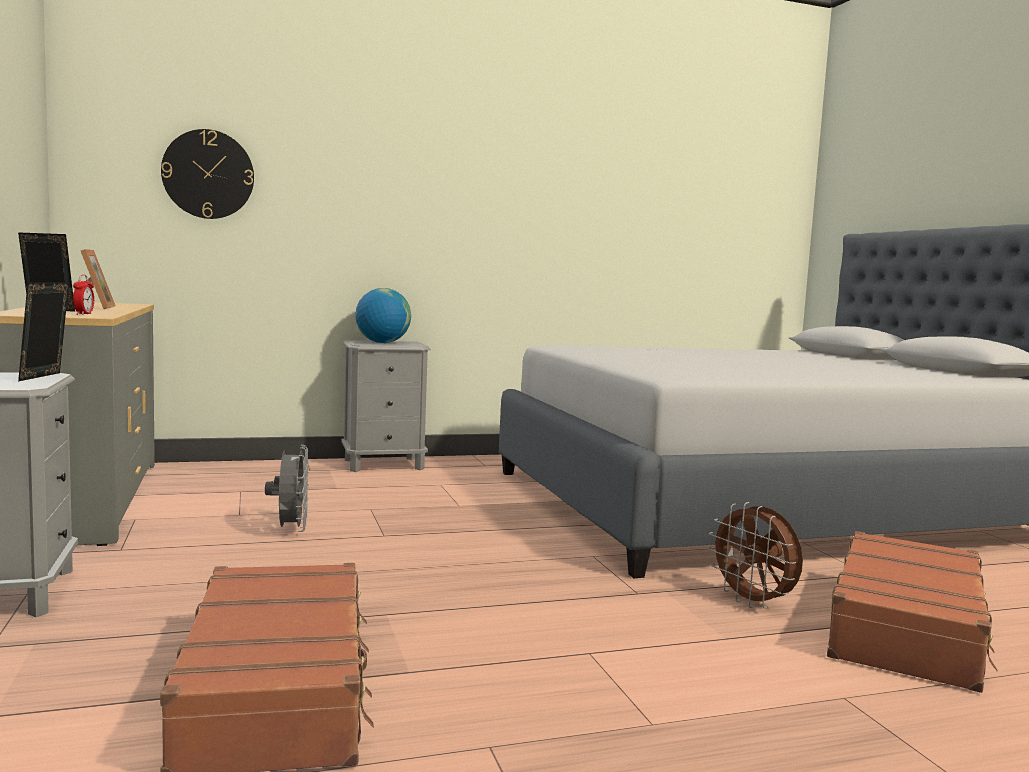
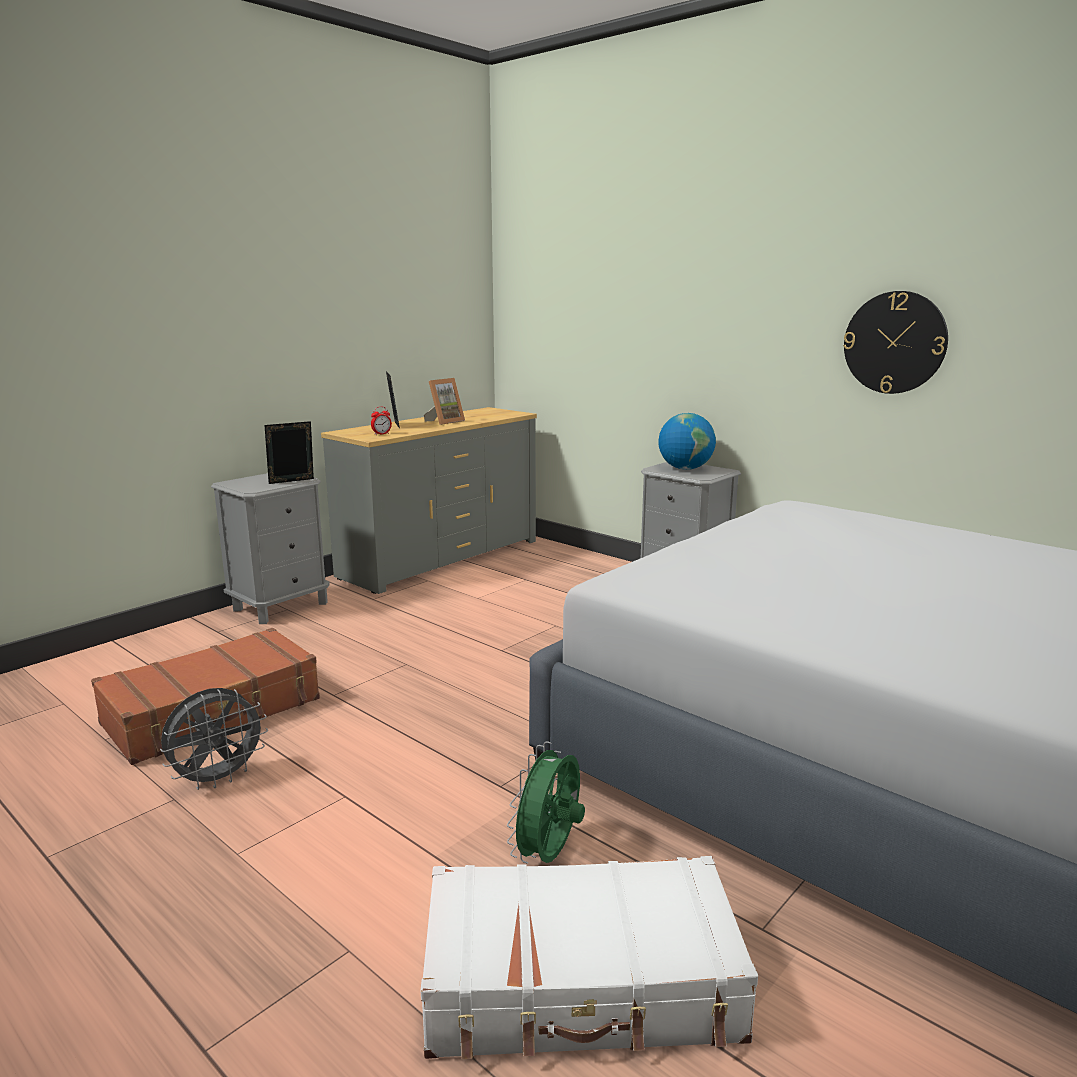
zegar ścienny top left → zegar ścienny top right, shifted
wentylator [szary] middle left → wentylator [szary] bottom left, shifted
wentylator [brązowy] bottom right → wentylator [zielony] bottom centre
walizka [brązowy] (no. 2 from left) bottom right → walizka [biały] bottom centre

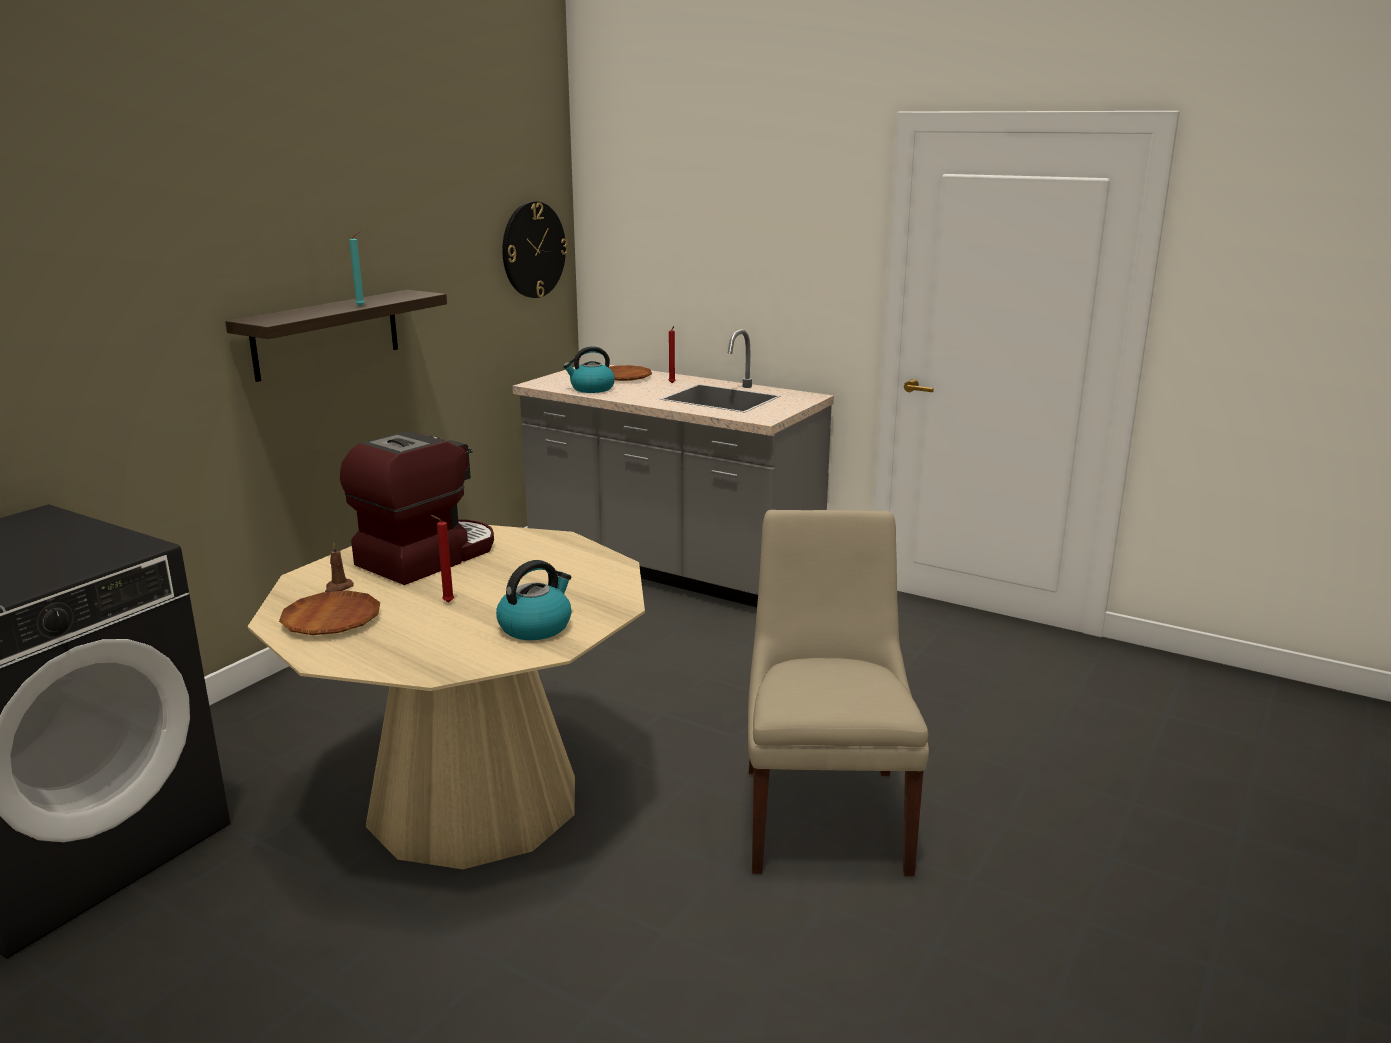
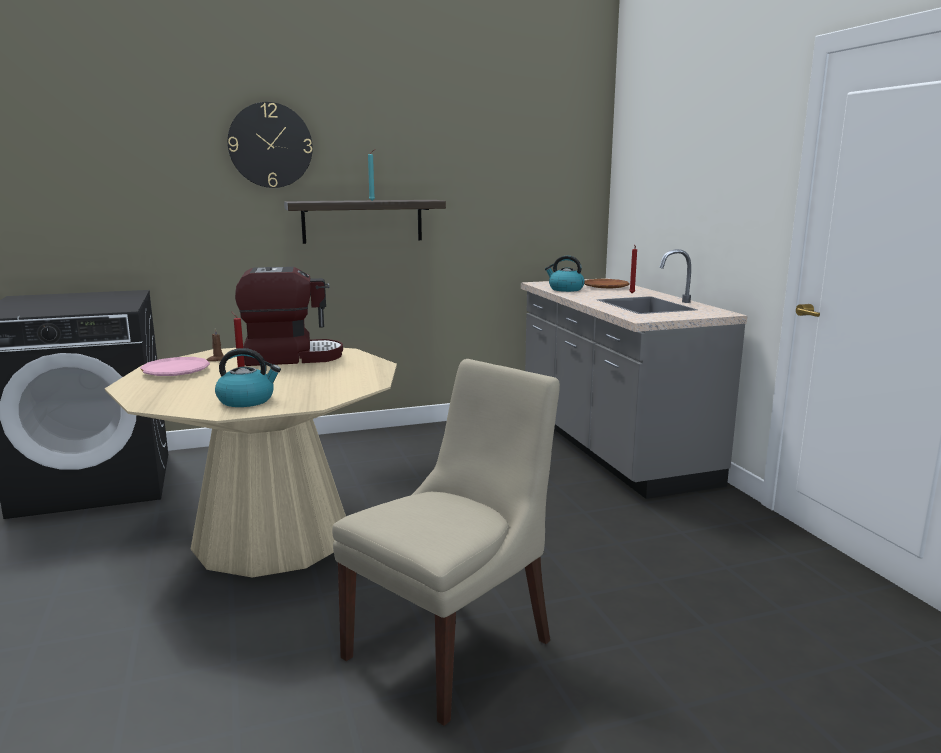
zegar ścienny top centre → zegar ścienny top left, shifted
talerz [brązowy] (no. 1 from left) middle left → talerz [różowy] middle left

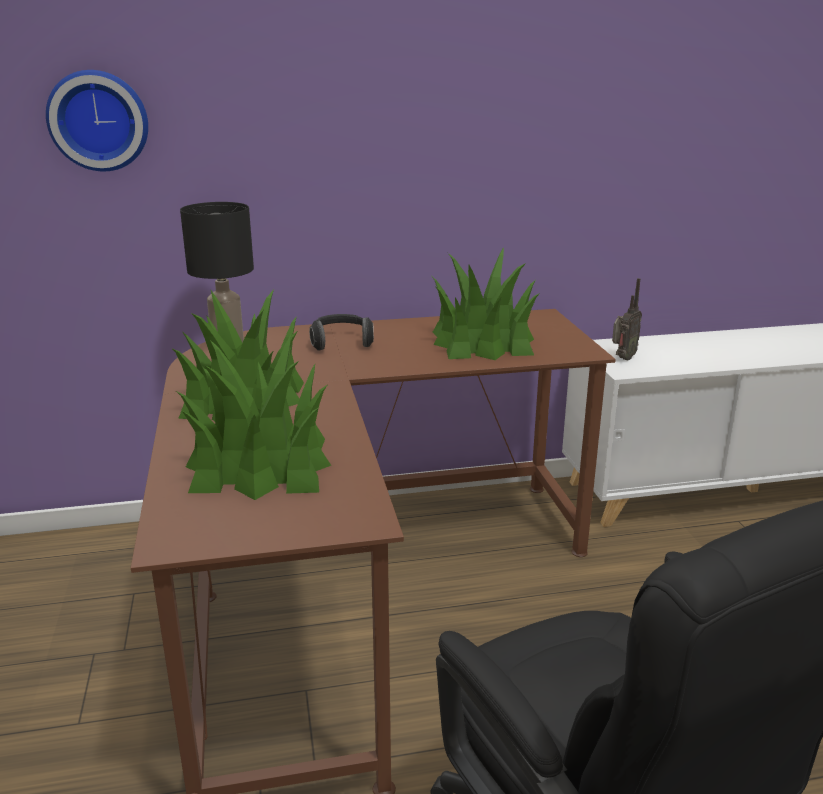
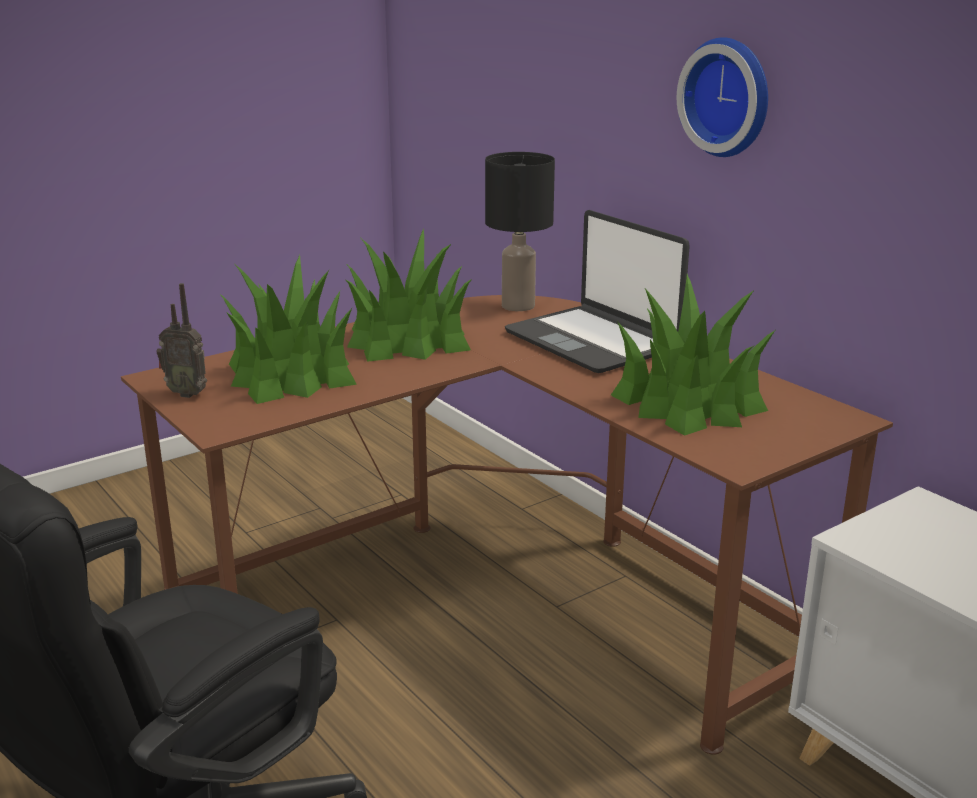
zegar ścienny top left → zegar ścienny top right, shifted
radio middle right → radio middle left, shifted
słuchawki centre → laptop centre

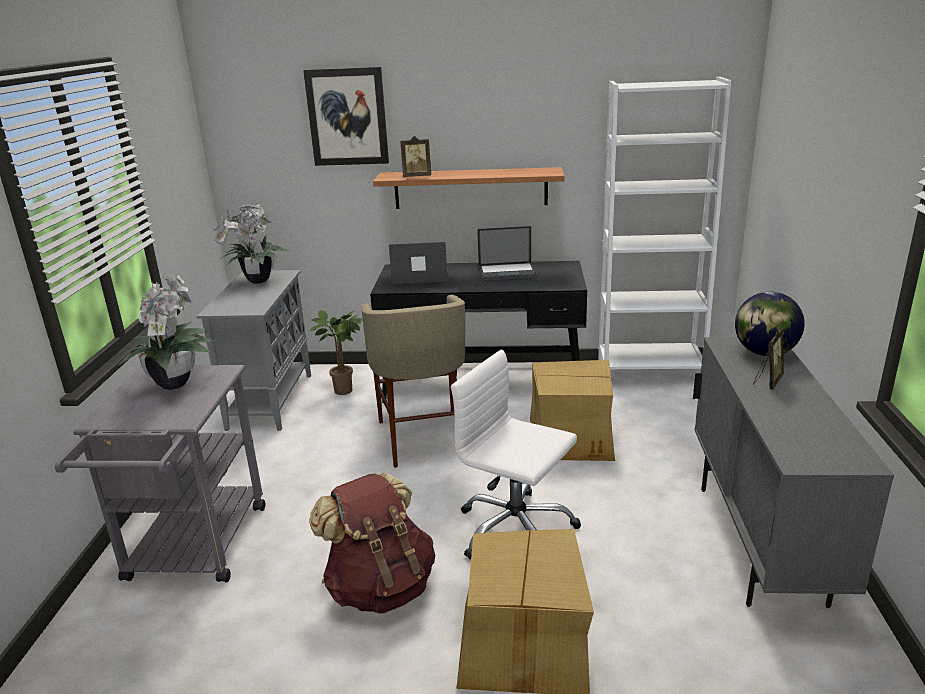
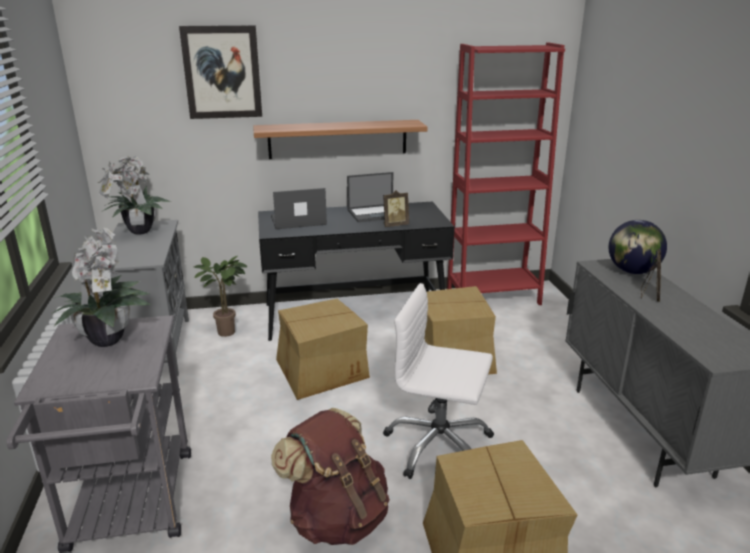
regał [biały] top right → regał [czerwony] top right
ramka na zdjęcie (no. 1 from left) top centre → ramka na zdjęcie (no. 1 from left) centre, shifted
stołek [beżowy] centre → karton (no. 1 from left) centre

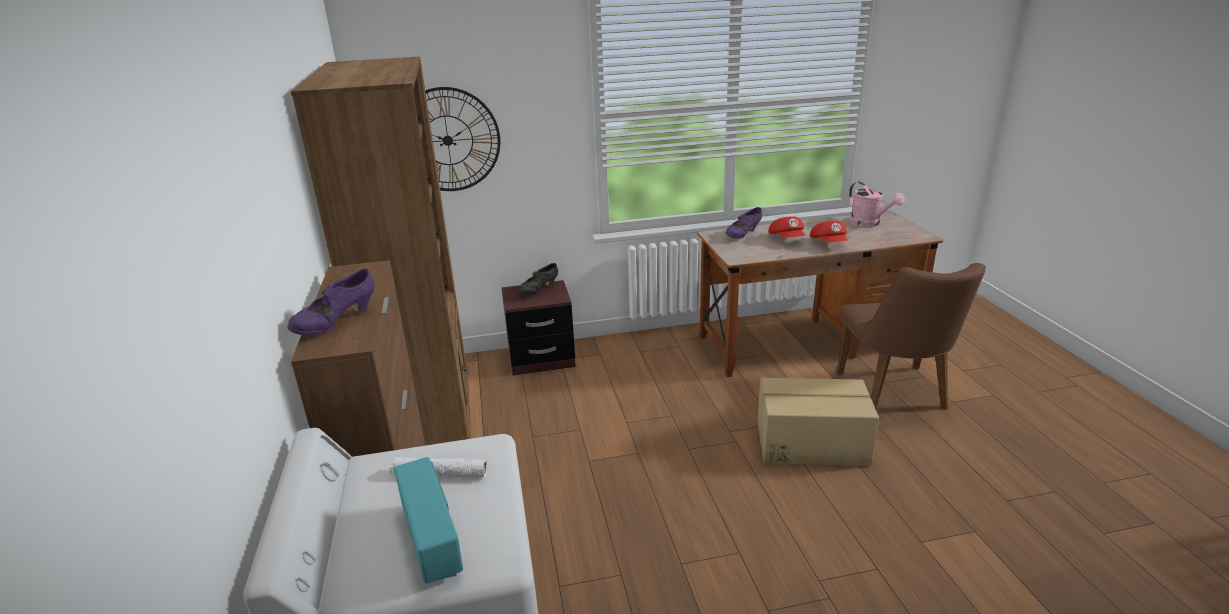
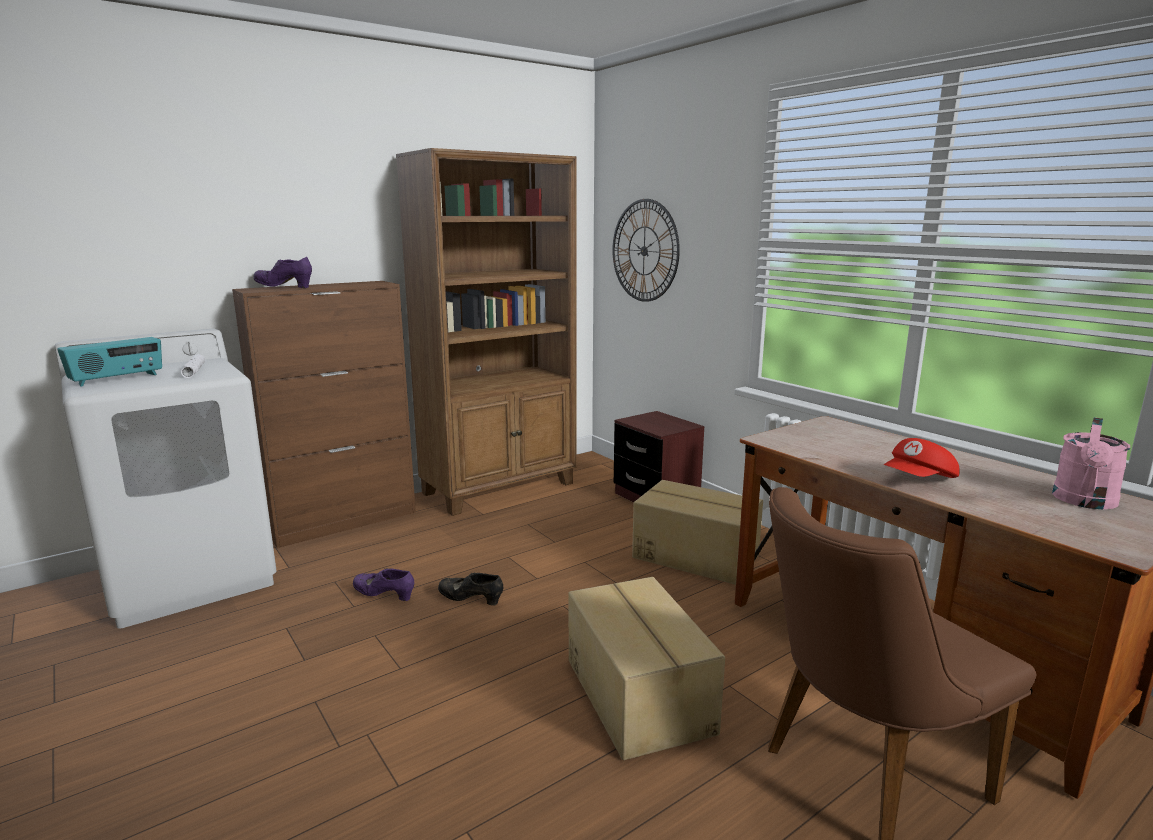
but [fioletowy] (no. 2 from left) centre → but [fioletowy] (no. 2 from left) bottom left, shifted
czapka z daszkiem [czerwony] (no. 1 from left) centre → -
but [czarny] centre → but [czarny] bottom centre, shifted
- → karton (no. 2 from left) centre

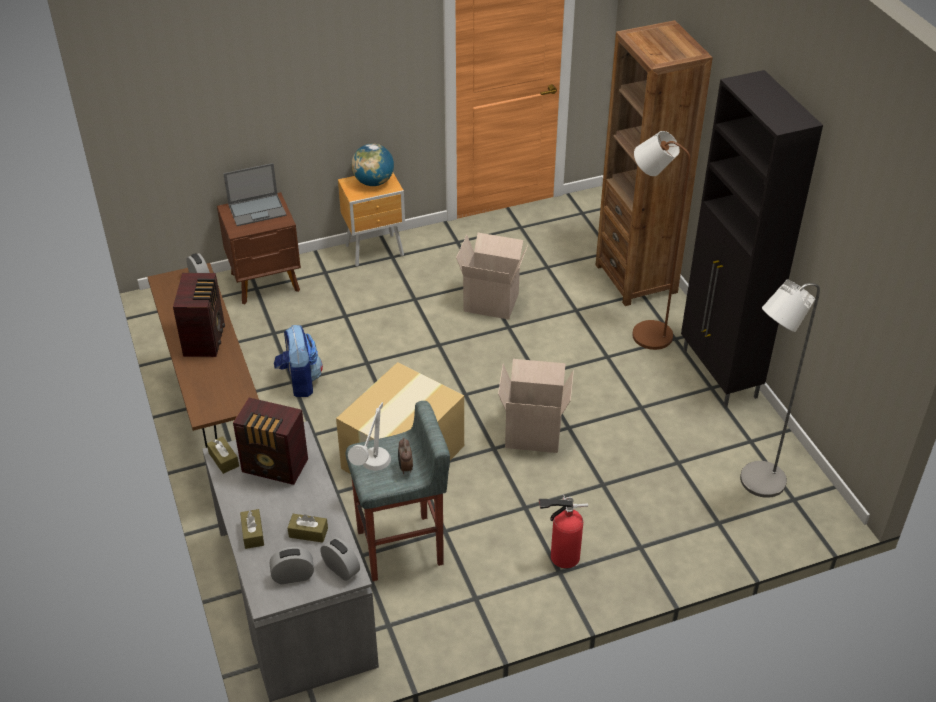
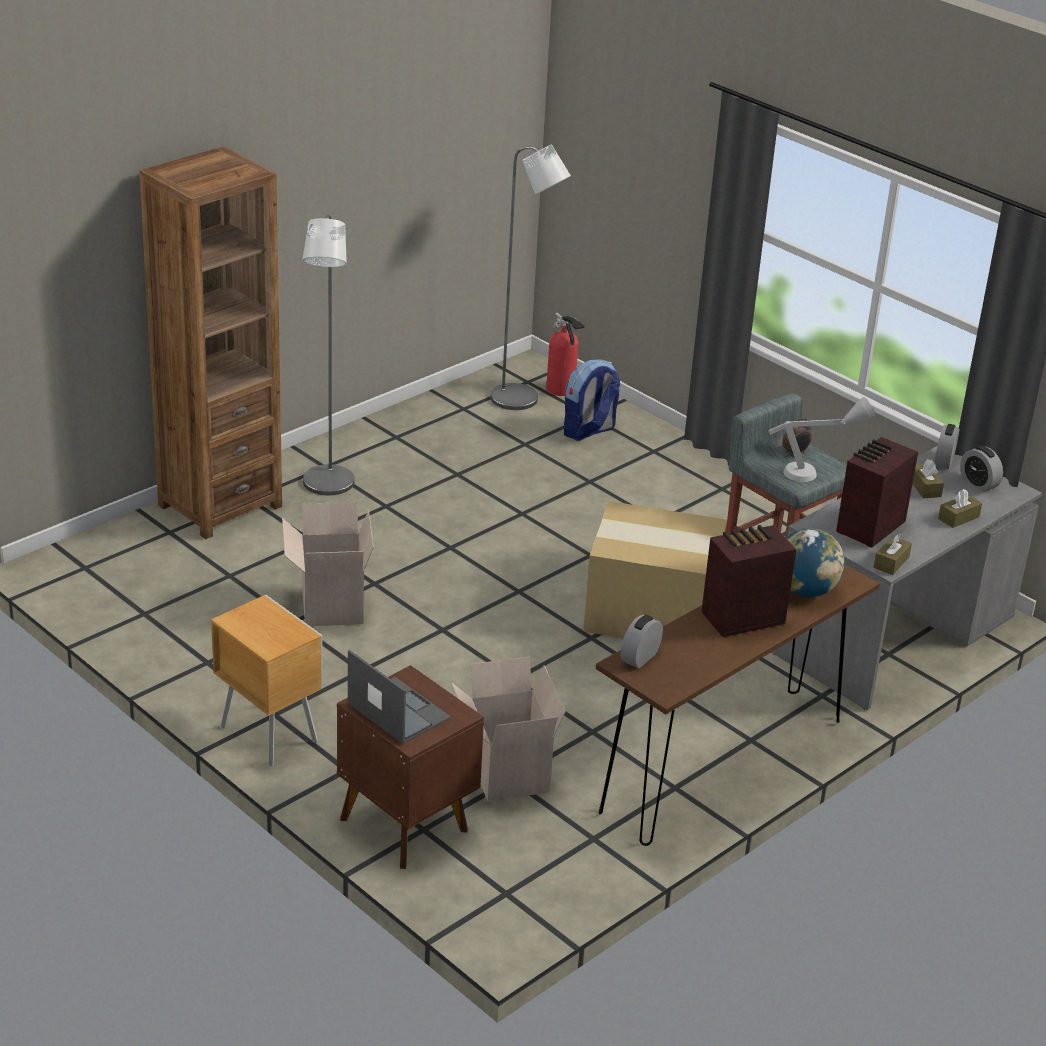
szafka [czarny] middle right → -
lampa stojąca [brązowy] middle right → lampa stojąca [szary] (no. 1 from left) middle left
globus top centre → globus middle right, shifted
plecak middle left → plecak centre, shifted
karton (no. 3 from left in the first image) centre → karton (no. 2 from left) bottom centre, shifted
radio (no. 2 from left) middle left → radio (no. 2 from left) middle right, 135 degrees counterclockwise
gaśnica bottom centre → gaśnica centre, shifted

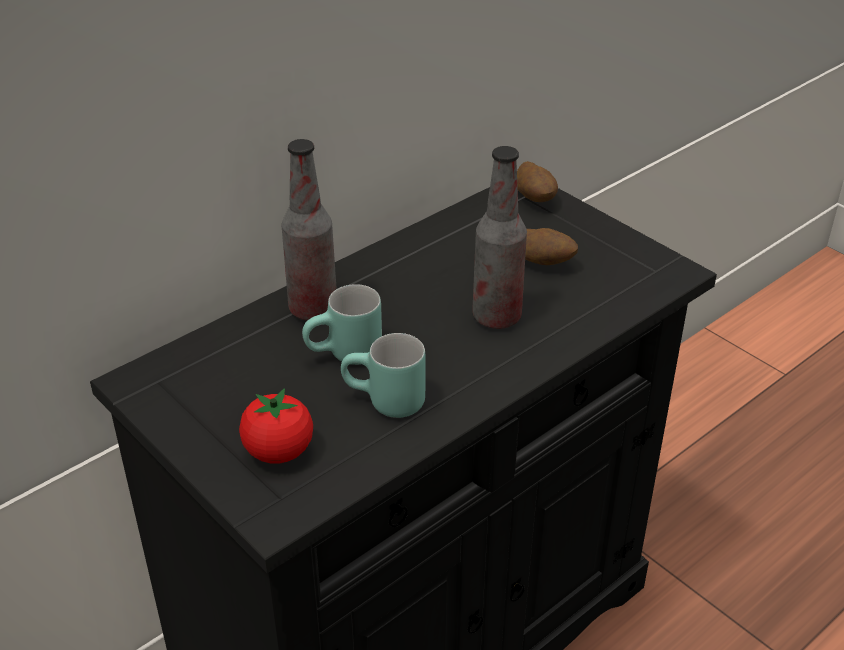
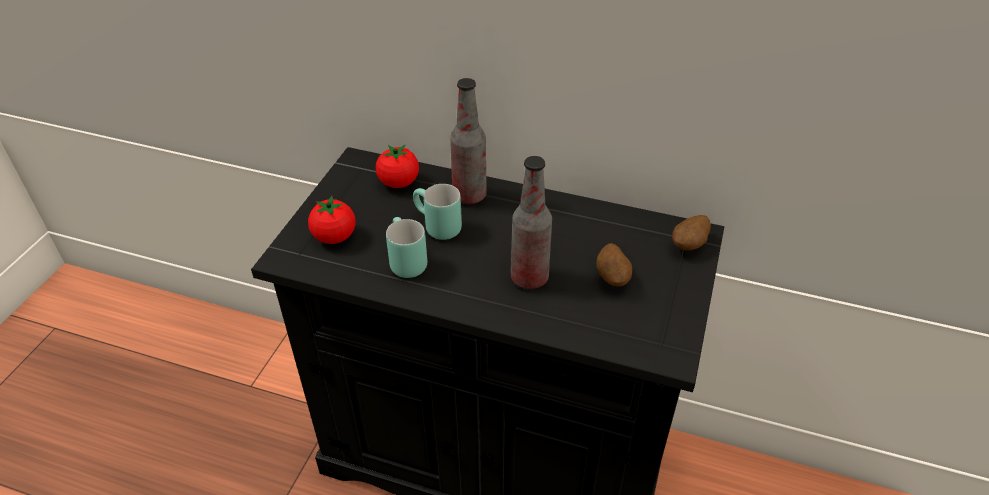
- → pomidor (no. 2 from left) centre

